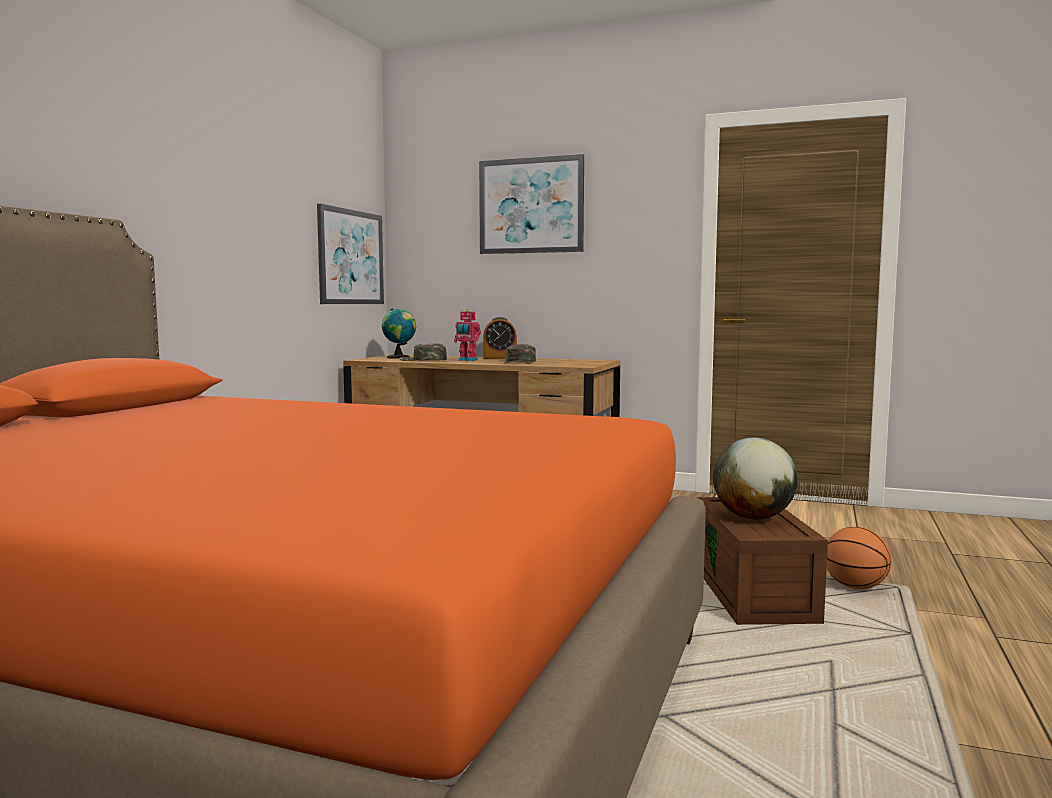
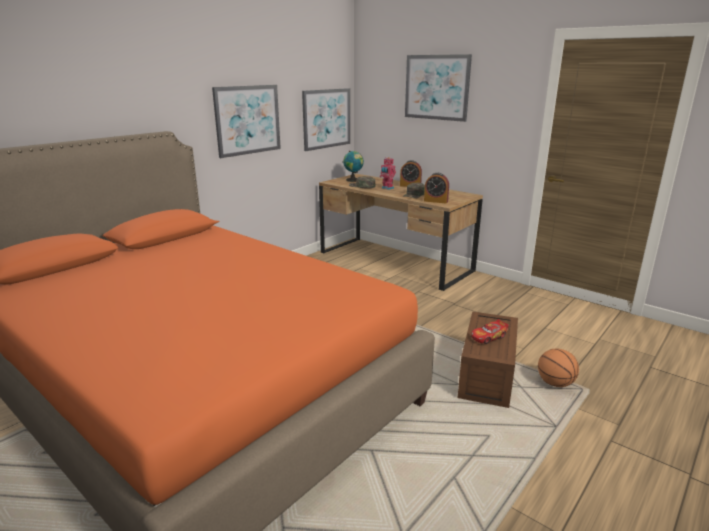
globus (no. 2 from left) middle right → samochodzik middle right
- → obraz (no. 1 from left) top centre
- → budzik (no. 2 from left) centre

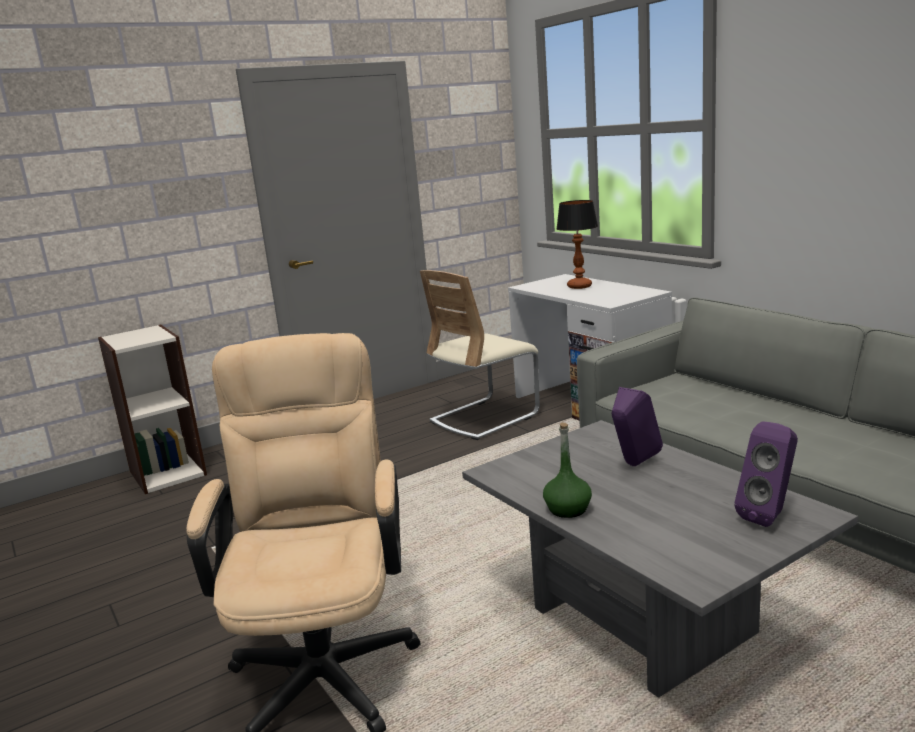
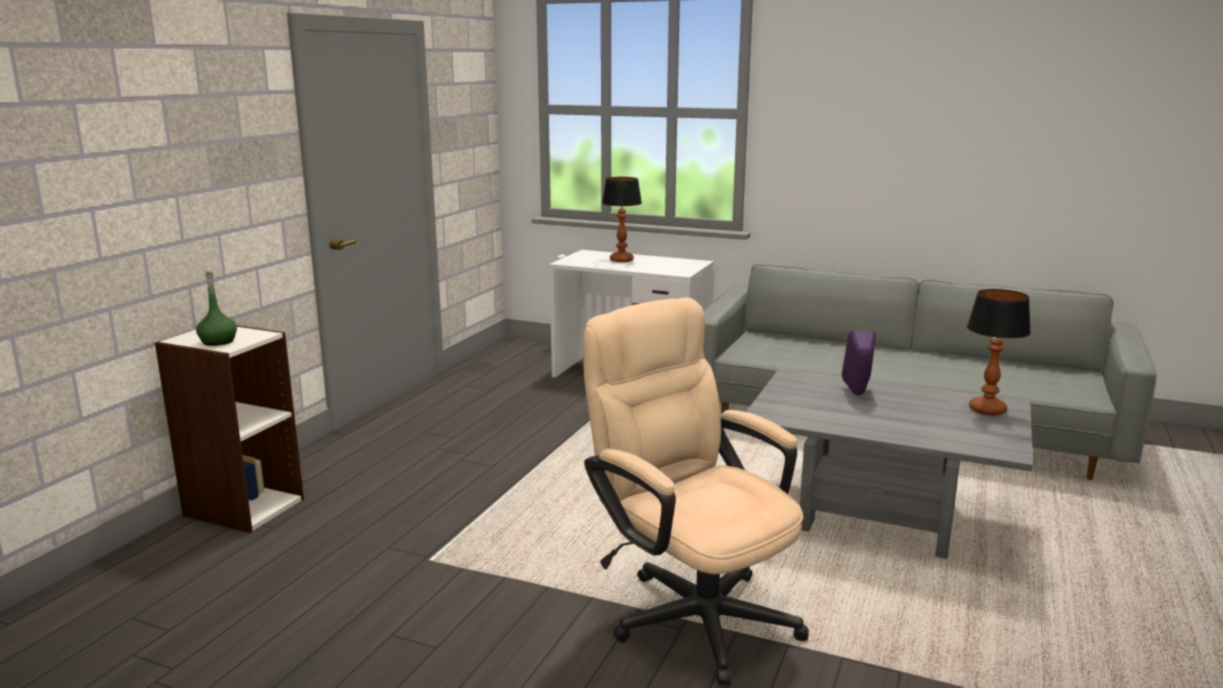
krzesło [beżowy] centre → -
głośnik [fioletowy] (no. 2 from left) middle right → lampa stołowa (no. 2 from left) middle right
butelka [zielony] centre → butelka [zielony] middle left, shifted

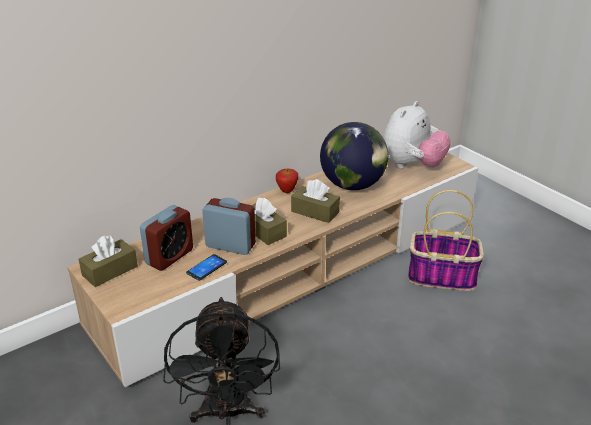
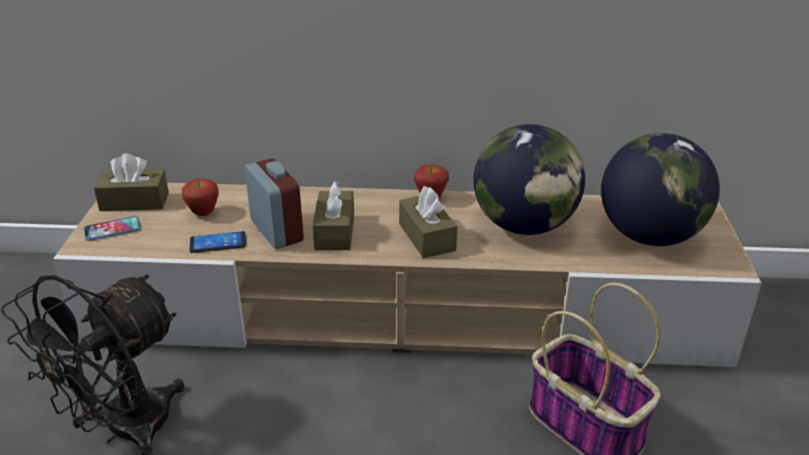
pluszak top right → globus (no. 2 from left) middle right
budzik (no. 1 from left) middle left → jabłko (no. 1 from left) middle left
- → telefon (no. 1 from left) middle left

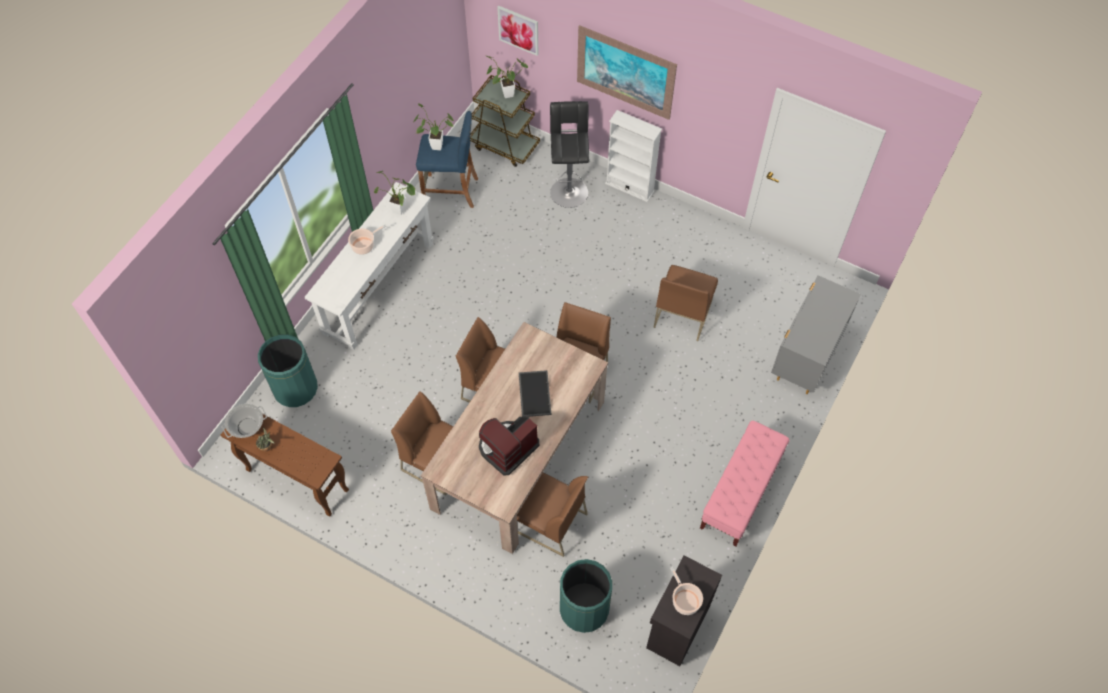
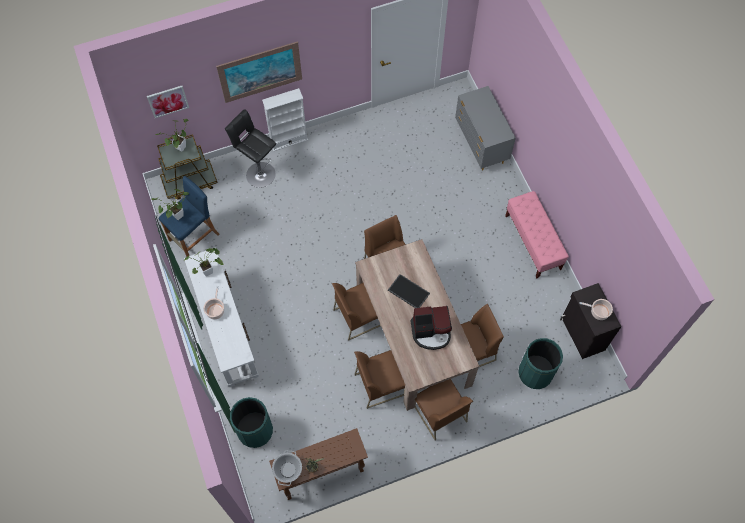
krzesło [brązowy] (no. 5 from left in the first image) centre → krzesło [brązowy] (no. 4 from left) bottom centre, shifted
ekspres do kawy centre, 90 degrees counterclockwise

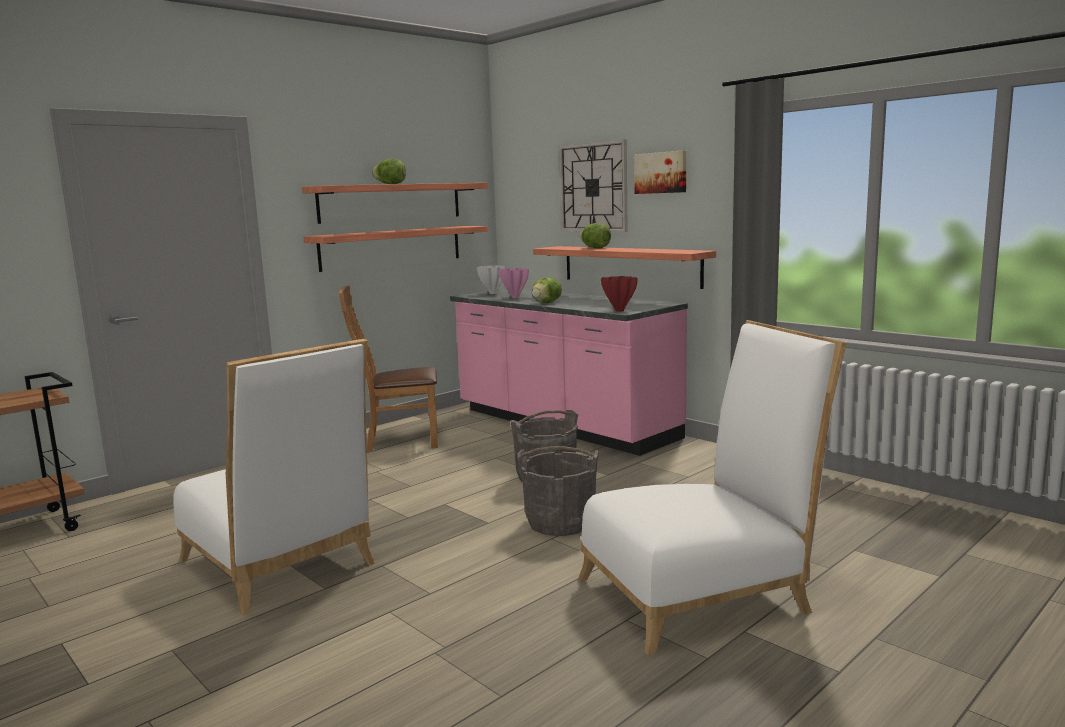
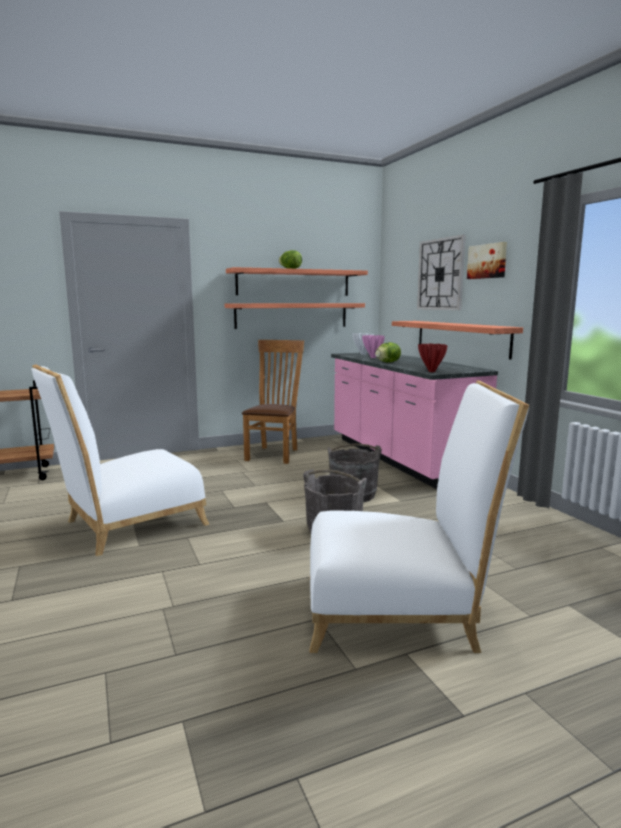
sałata (no. 3 from left) top centre → -
krzesło [brązowy] centre, 90 degrees clockwise
krzesło [biały] (no. 1 from left) middle left, 75 degrees clockwise

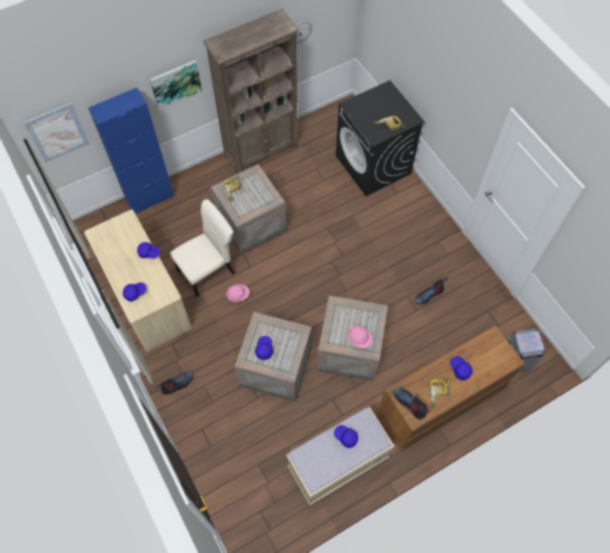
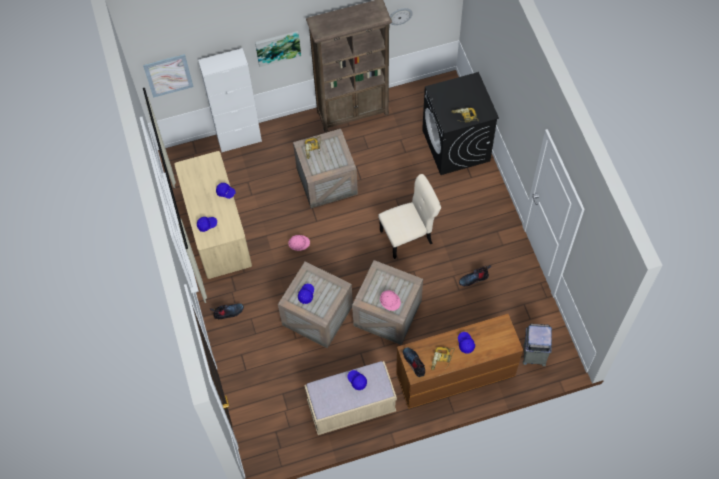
szafka [niebieski] top left → szafka [biały] top left
krzesło [beżowy] middle left → krzesło [beżowy] centre, shifted

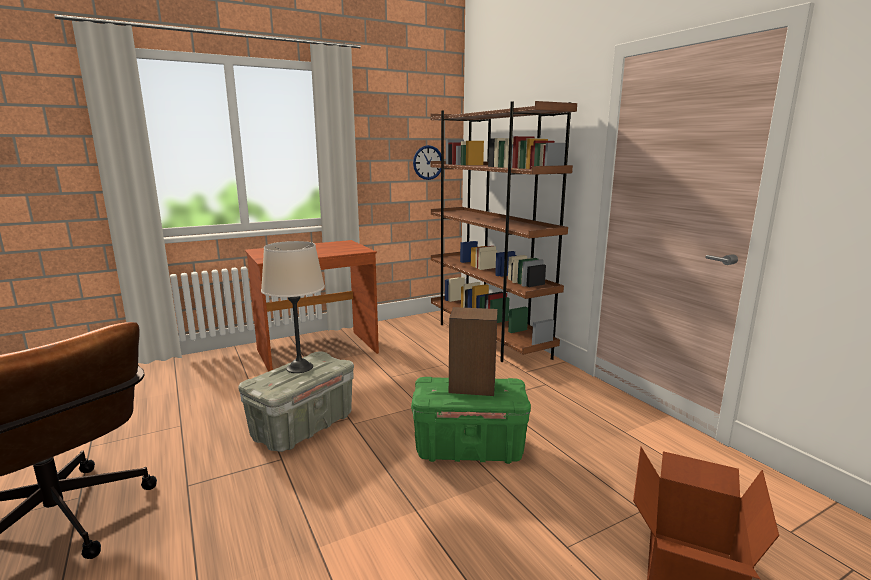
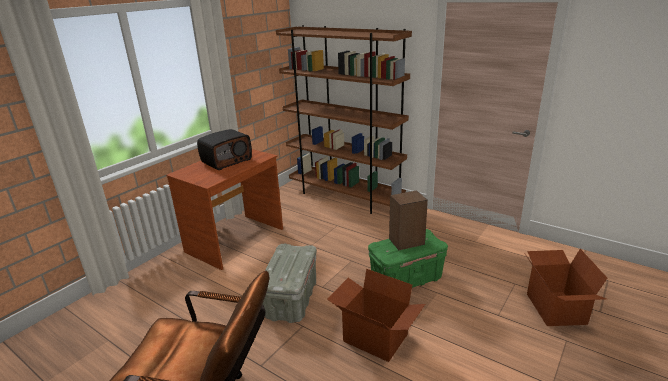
zegar ścienny top centre → -
lampa stołowa [beżowy] centre → -
- → radio centre
- → karton (no. 1 from left) bottom centre

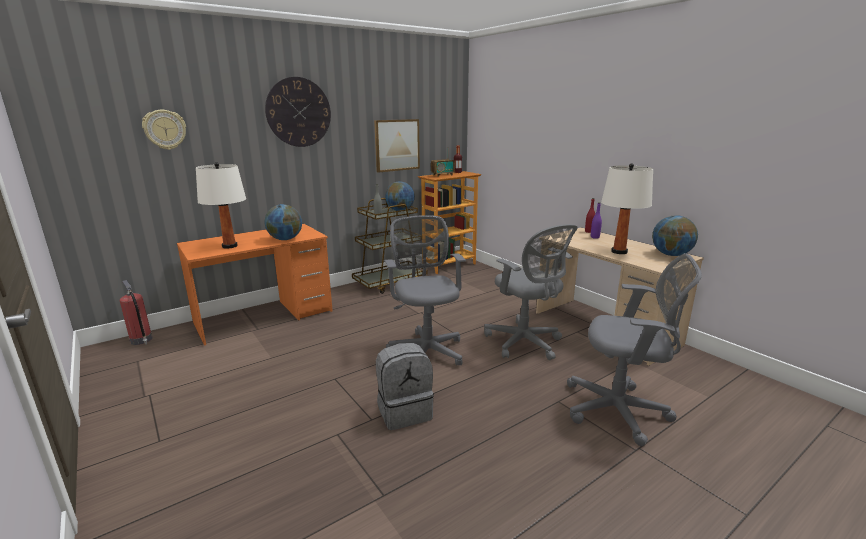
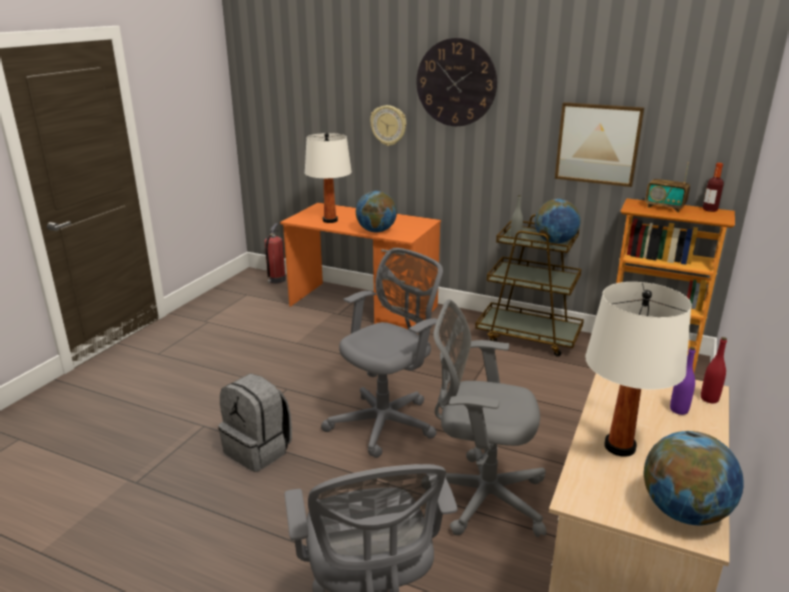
zegar ścienny (no. 1 from left) top left → zegar ścienny (no. 1 from left) top centre, shifted
krzesło biurowe [szary] (no. 2 from left in the first image) centre → krzesło biurowe [szary] (no. 3 from left) bottom centre, 75 degrees clockwise

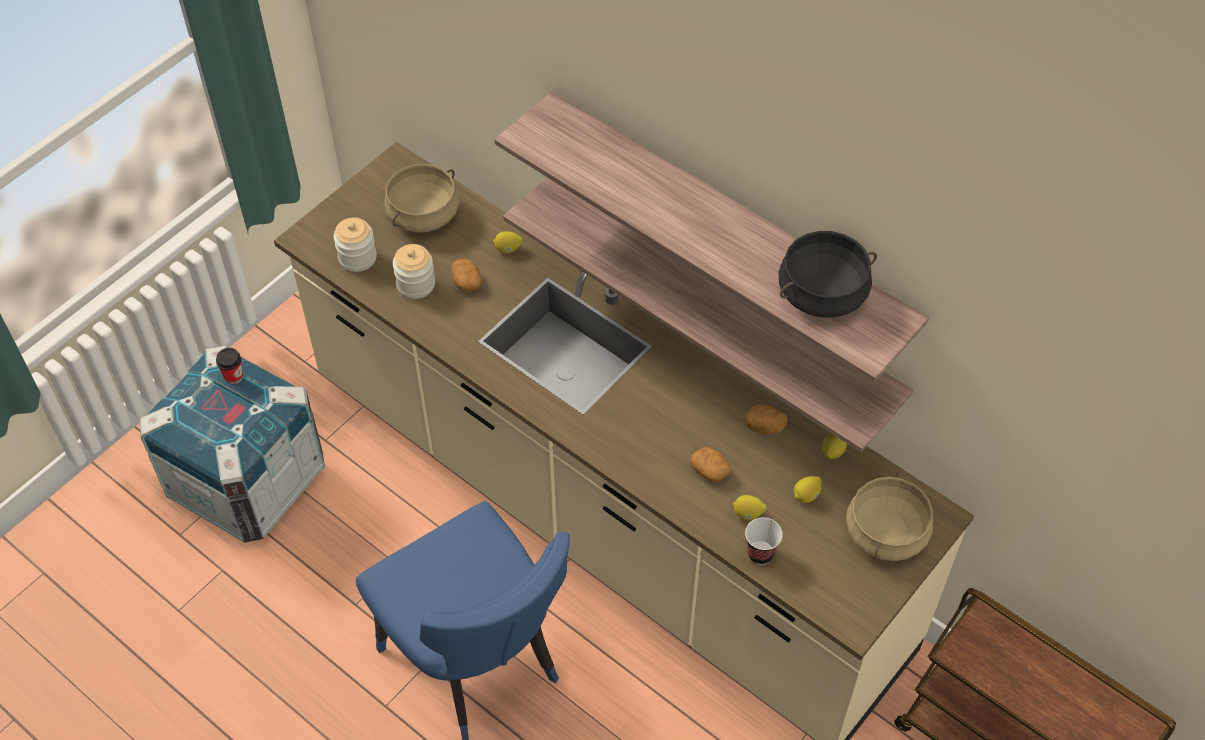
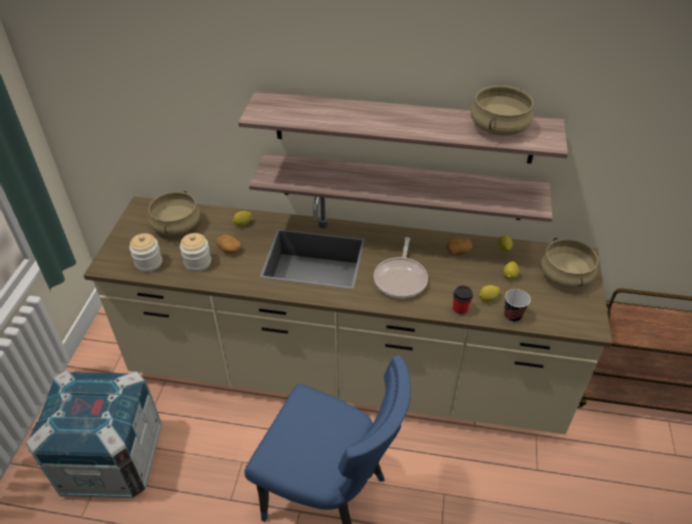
garnek [czarny] middle right → garnek [beżowy] (no. 2 from left) top right
filiżanka (no. 1 from left) middle left → filiżanka (no. 1 from left) middle right, shifted
ziemniak (no. 2 from left) centre → -
- → patelnia centre

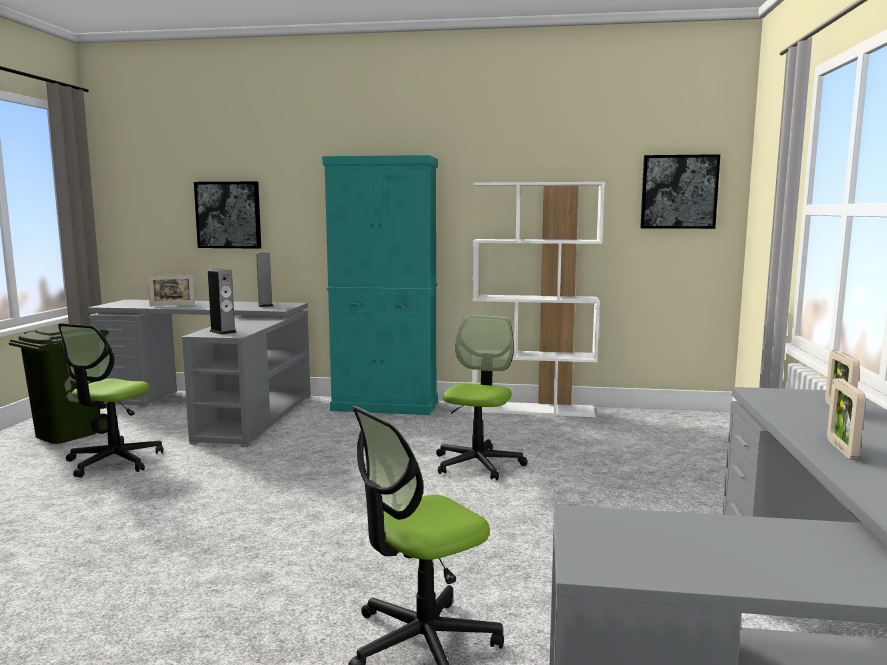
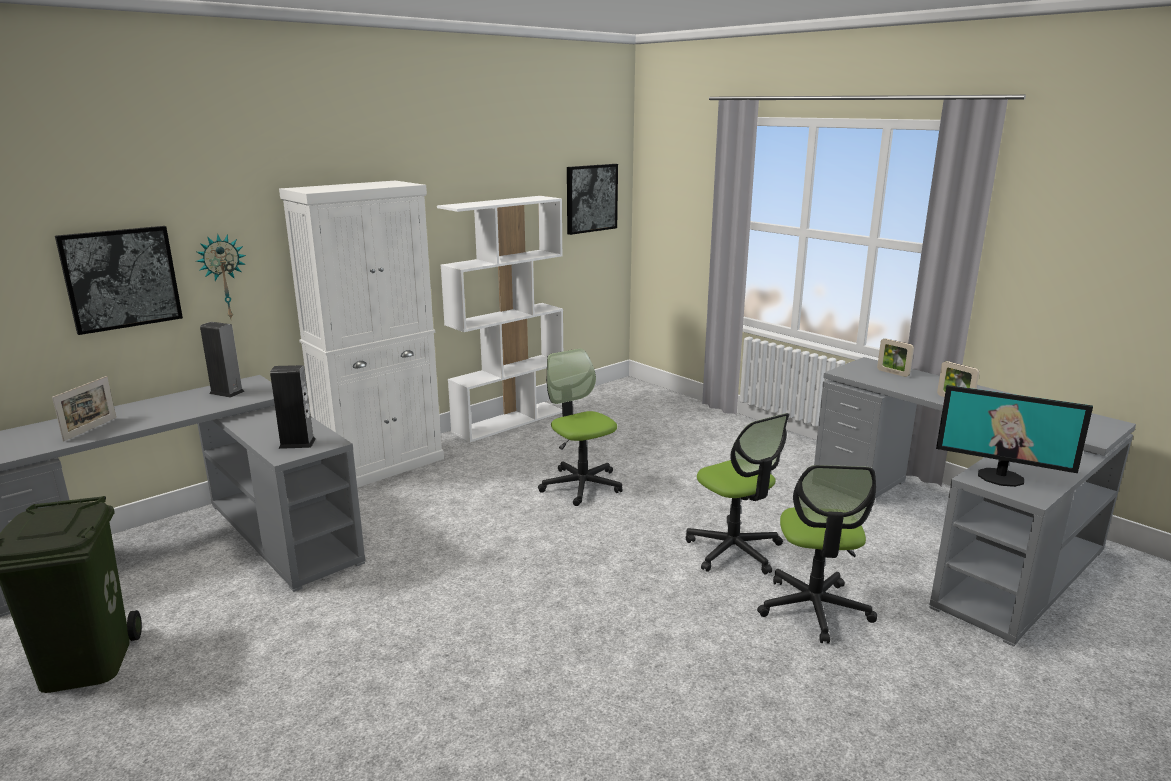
szafka [turkusowy] centre → szafka [biały] middle left
krzesło biurowe (no. 1 from left in the first image) middle left → krzesło biurowe (no. 2 from left) centre, shifted
- → zegar ścienny middle left
- → monitor middle right

